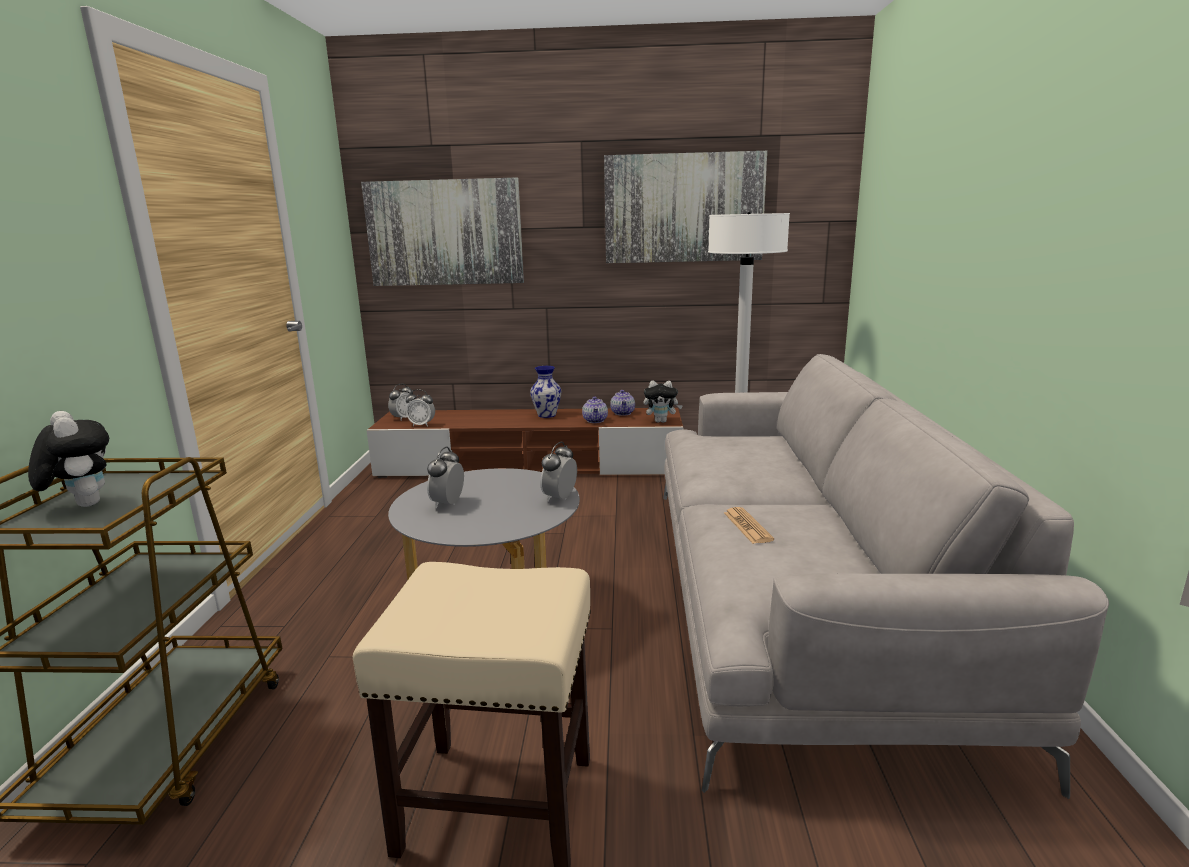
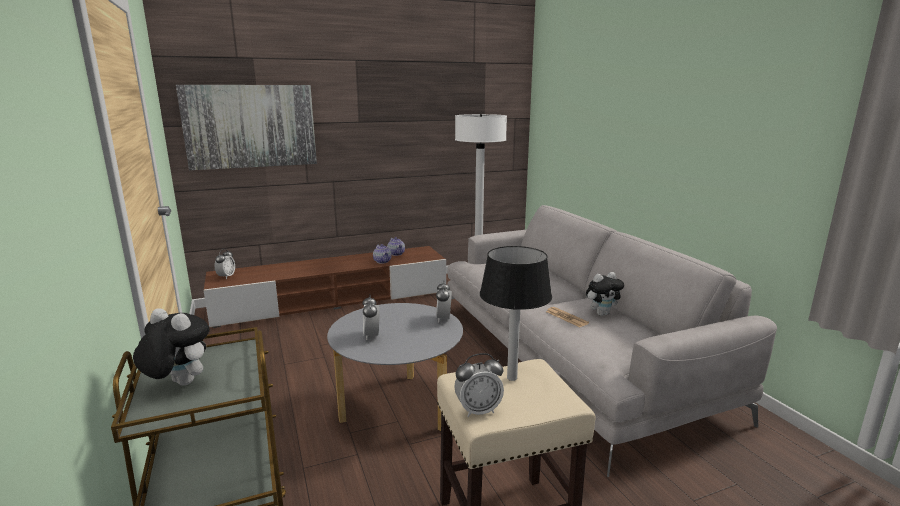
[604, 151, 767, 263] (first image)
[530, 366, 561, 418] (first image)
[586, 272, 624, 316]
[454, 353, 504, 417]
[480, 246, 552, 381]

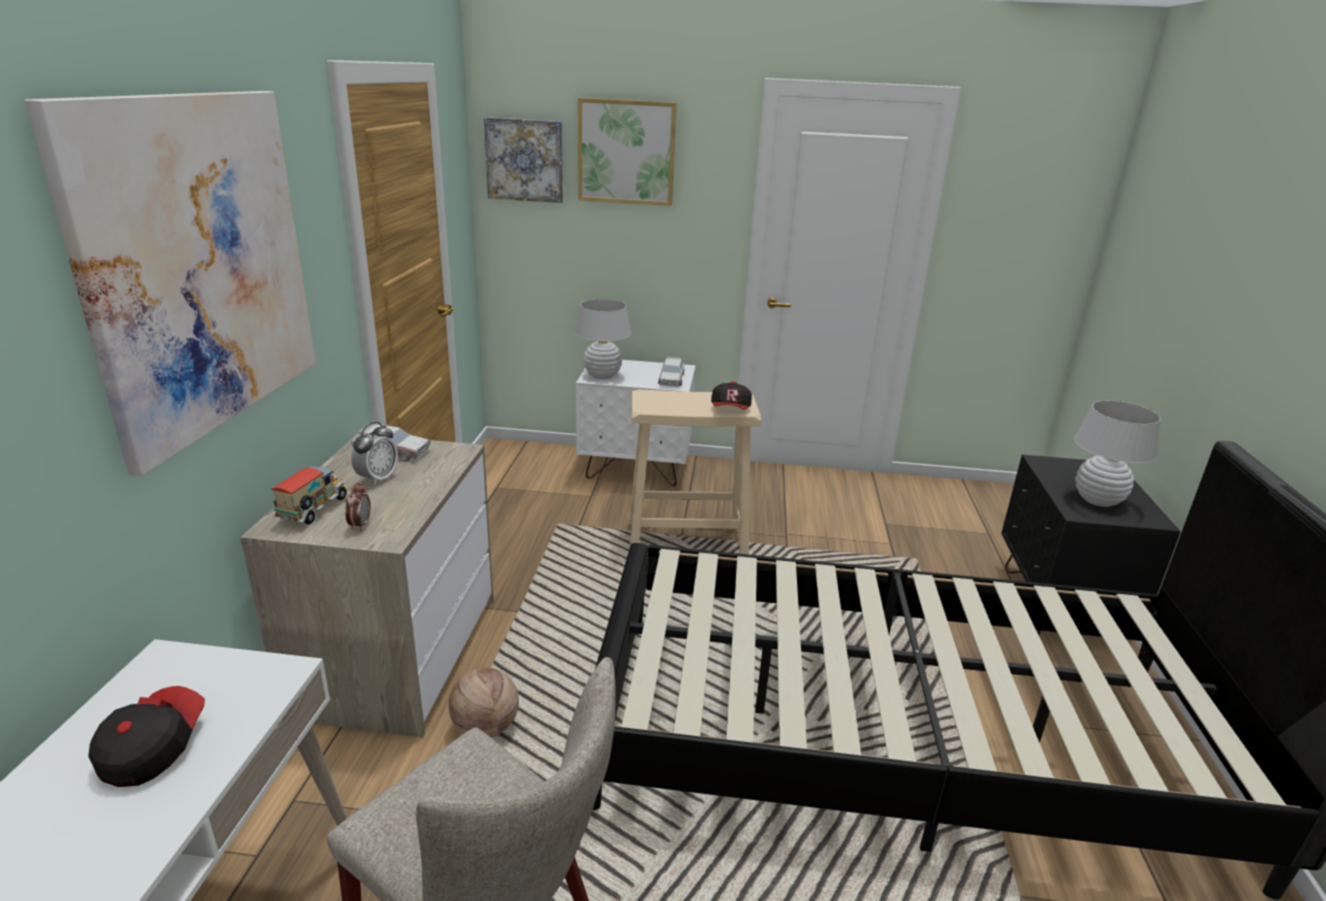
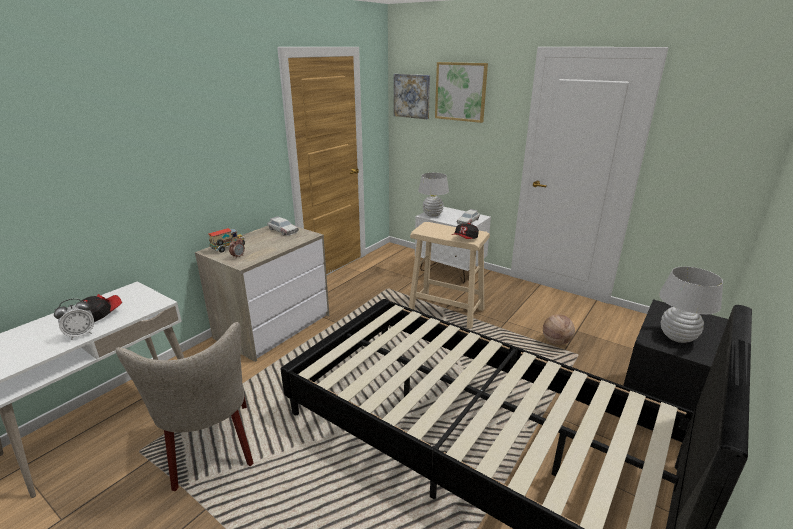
[25, 91, 316, 476] (first image)
[54, 298, 94, 340]
[543, 314, 575, 345]

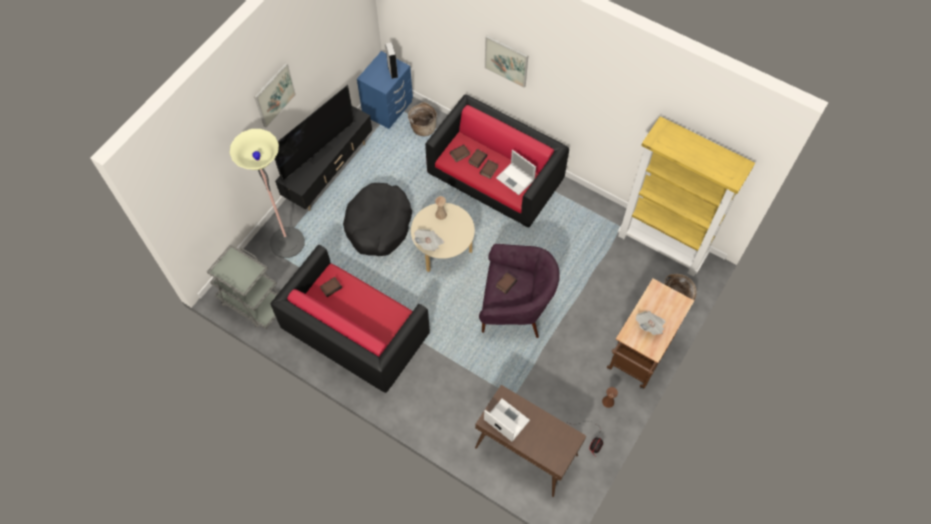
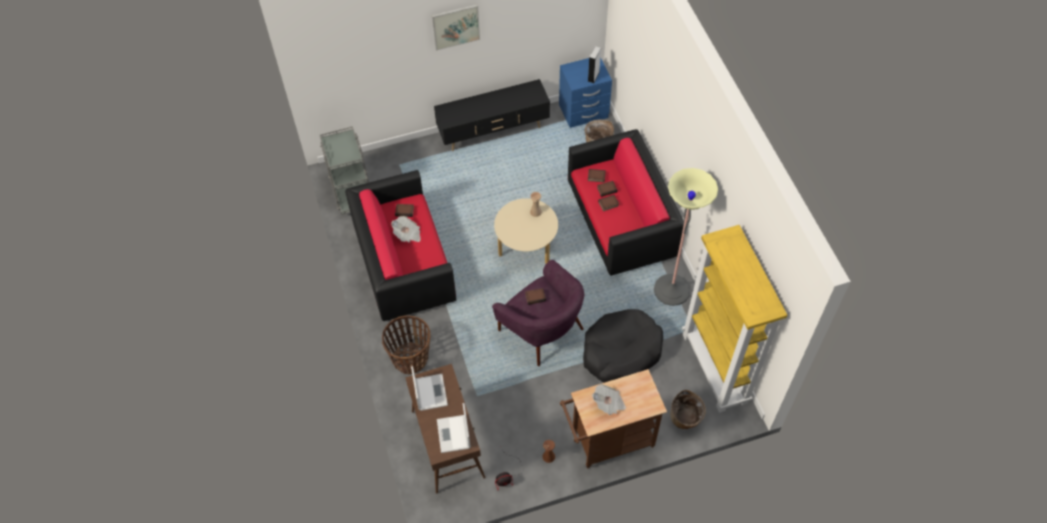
[485, 35, 528, 88] (first image)
[275, 85, 354, 182] (first image)
[654, 168, 718, 306]
[437, 403, 471, 453]
[583, 309, 663, 383]
[391, 216, 421, 243]
[382, 315, 430, 375]

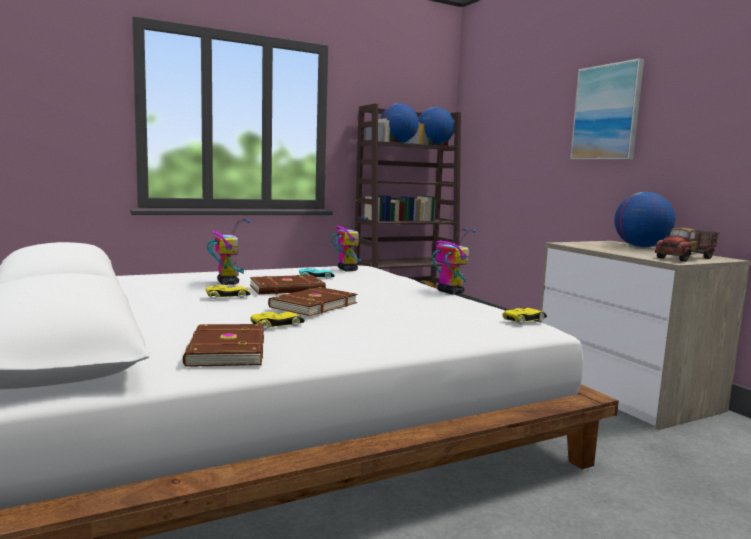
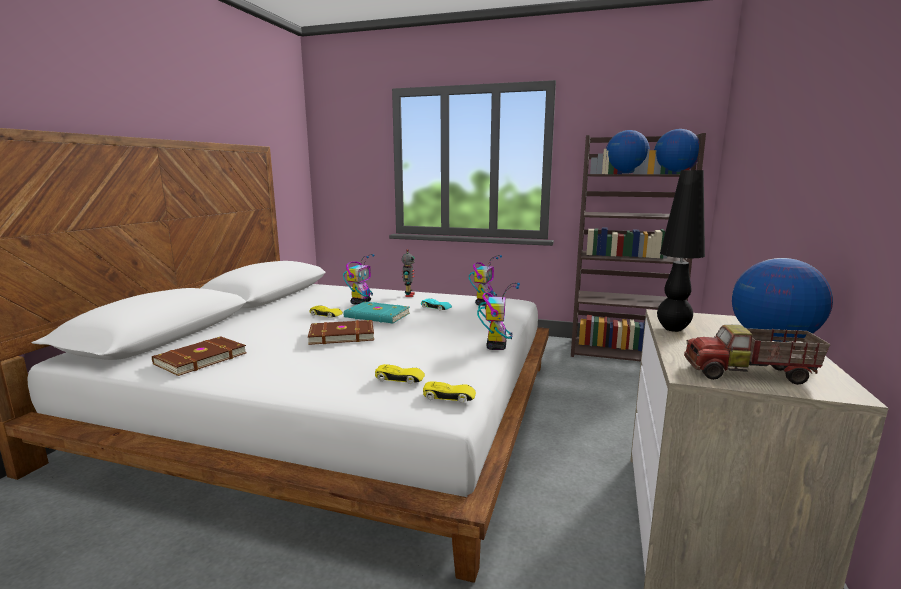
[570, 58, 644, 160] (first image)
[343, 302, 410, 323]
[375, 364, 425, 384]
[657, 170, 705, 332]
[402, 249, 415, 297]

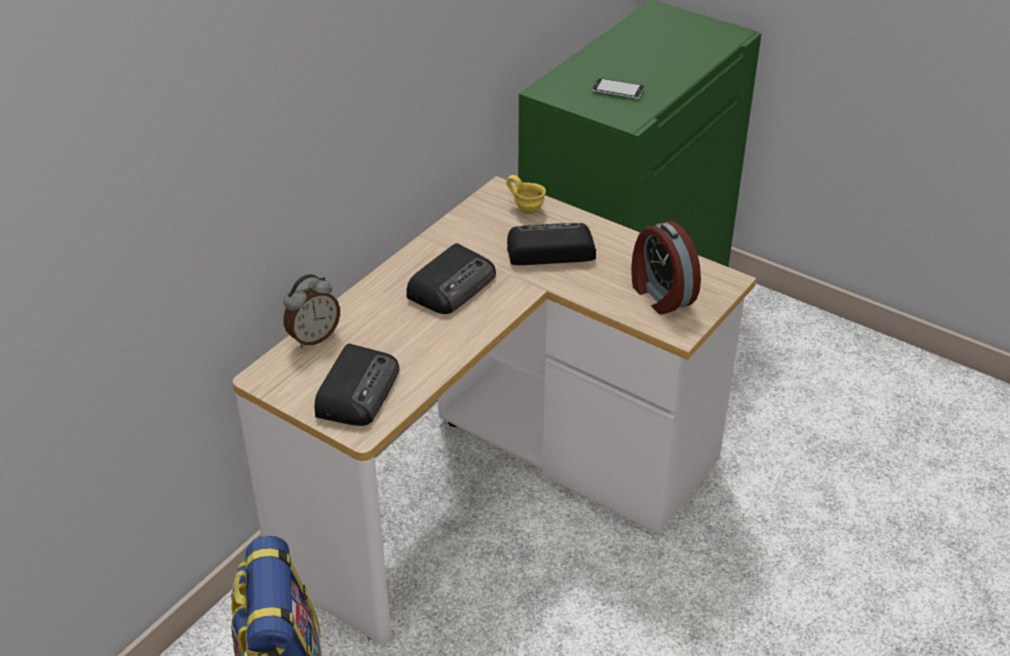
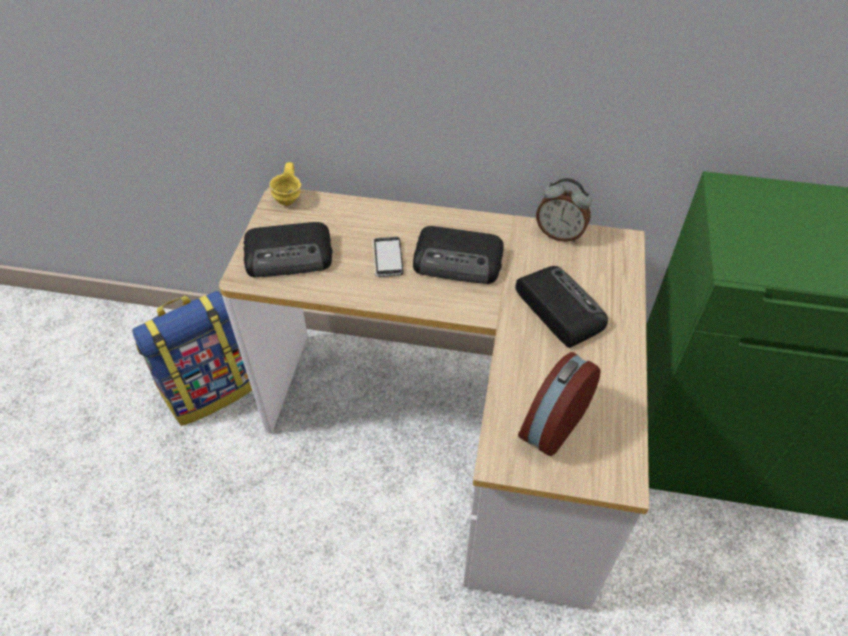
[373, 237, 403, 277]
[269, 162, 301, 206]
[536, 178, 591, 242]

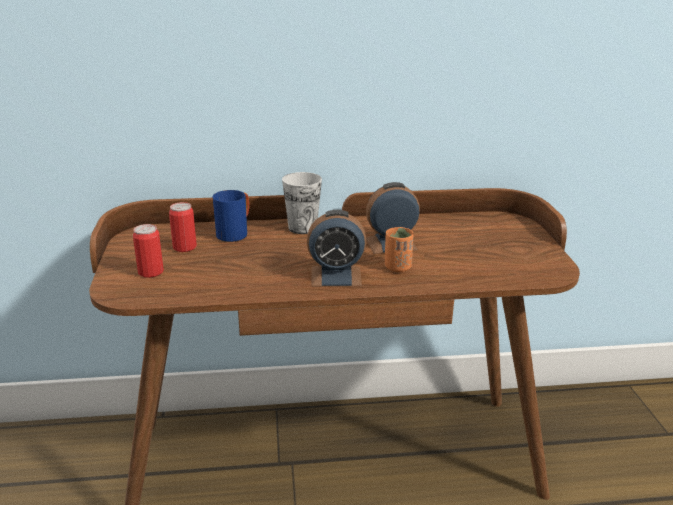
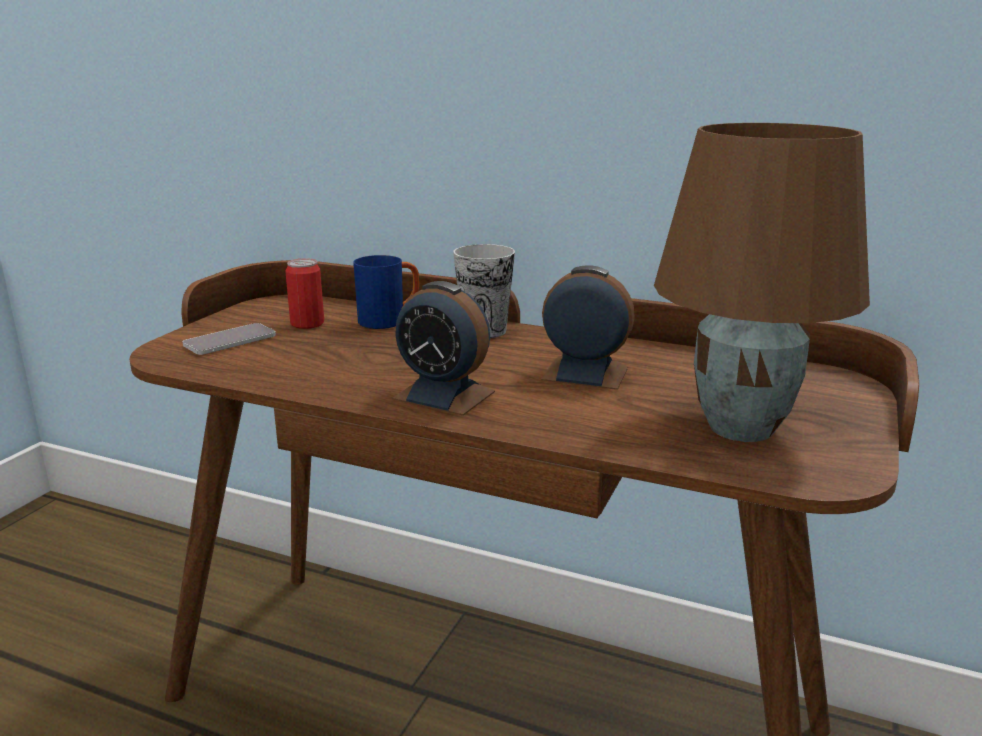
[183, 323, 276, 355]
[385, 227, 414, 272] (first image)
[654, 123, 870, 442]

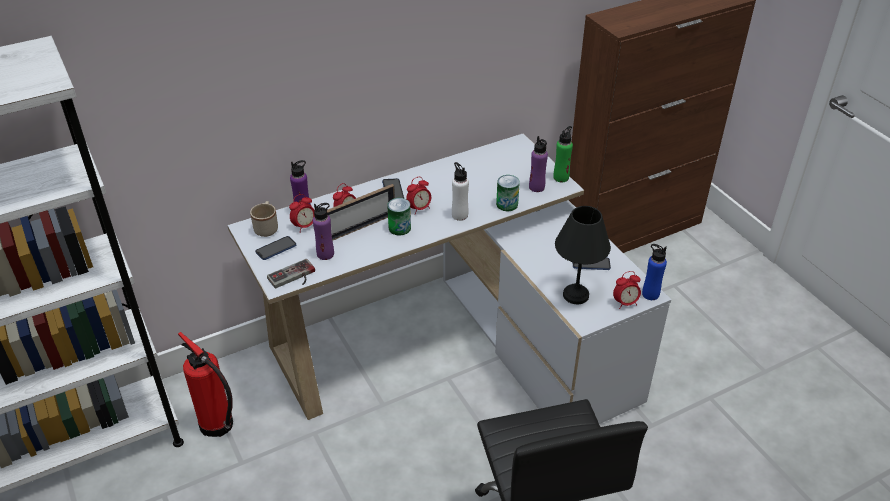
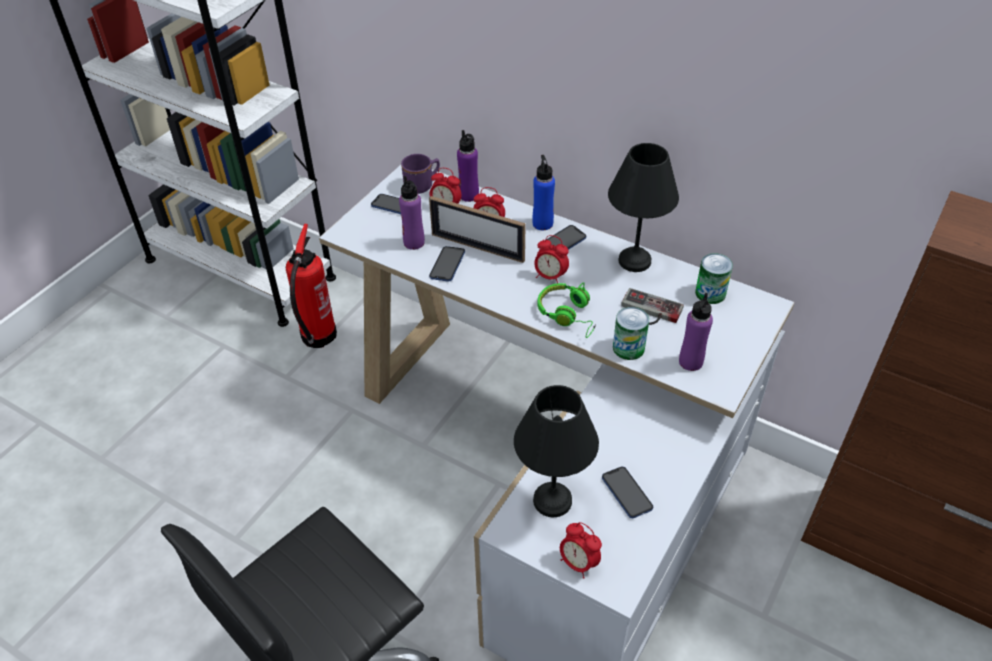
[553, 126, 573, 182] (first image)
[537, 282, 597, 338]
[695, 253, 733, 304]
[401, 154, 440, 194]
[532, 155, 555, 230]
[621, 288, 684, 325]
[608, 143, 679, 272]
[429, 246, 465, 282]

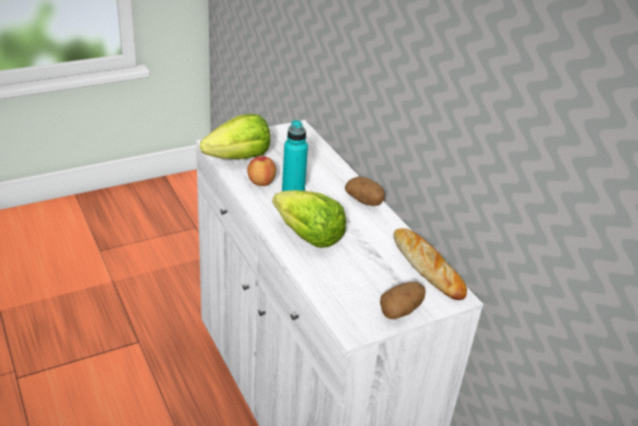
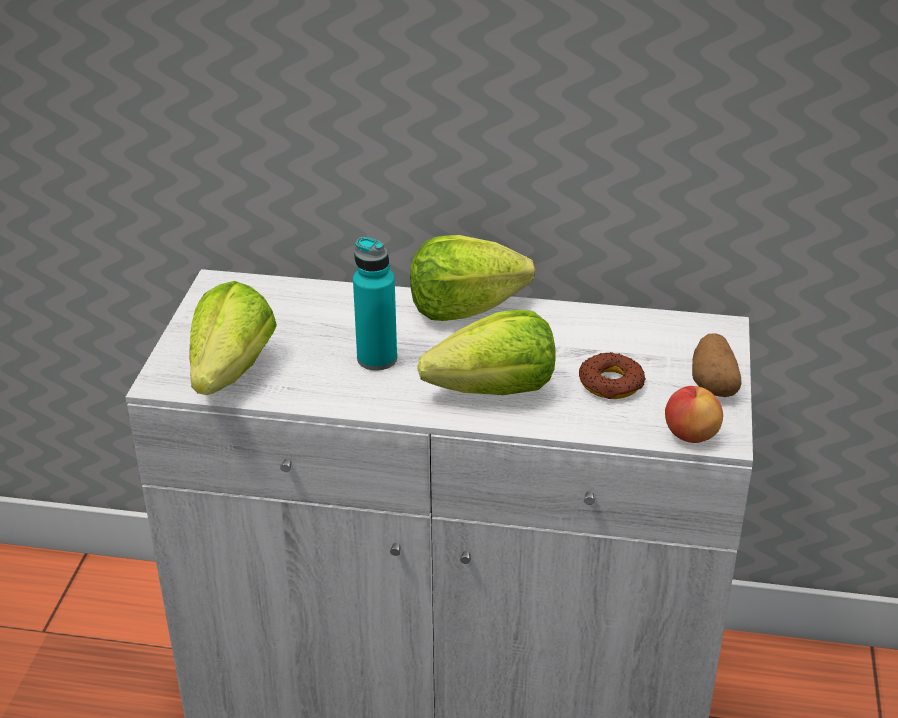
[665, 386, 723, 443]
[410, 235, 535, 321]
[394, 228, 467, 300] (first image)
[579, 352, 645, 399]

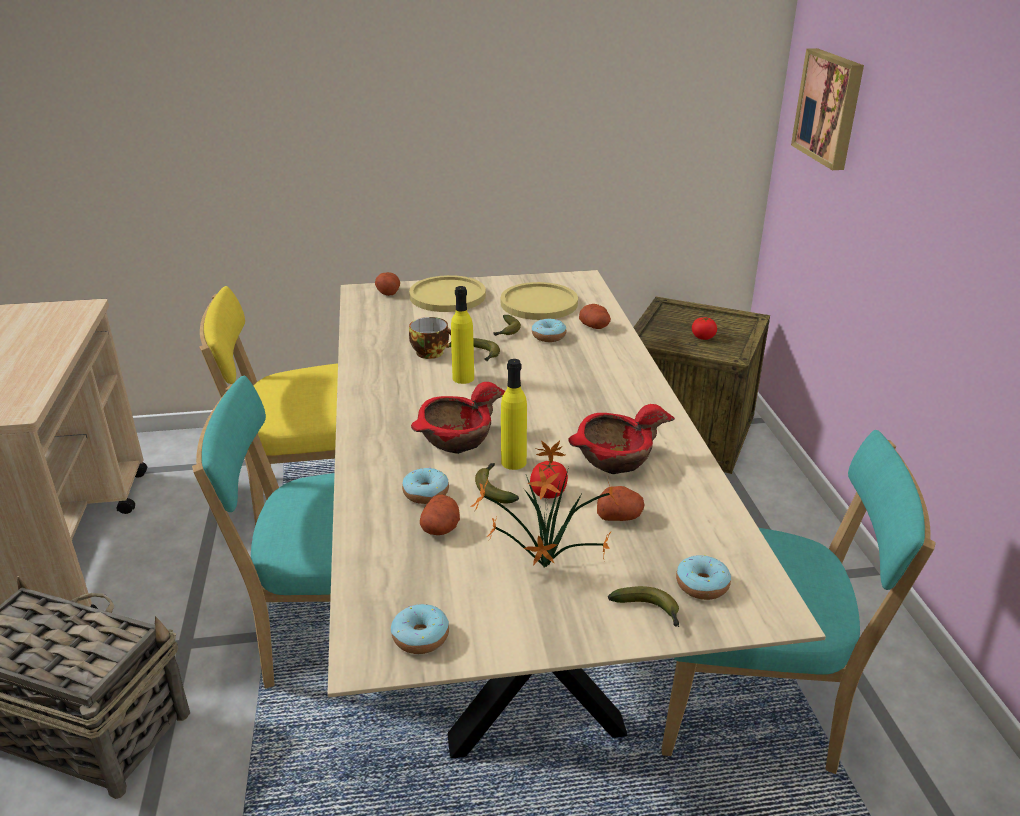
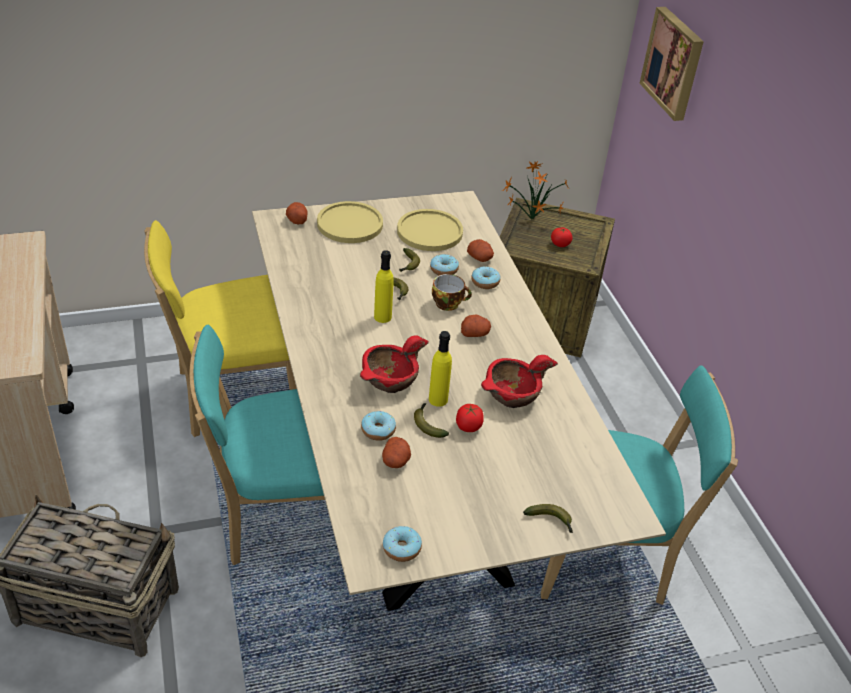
[432, 274, 472, 311]
[502, 161, 569, 220]
[461, 315, 491, 337]
[471, 266, 501, 289]

